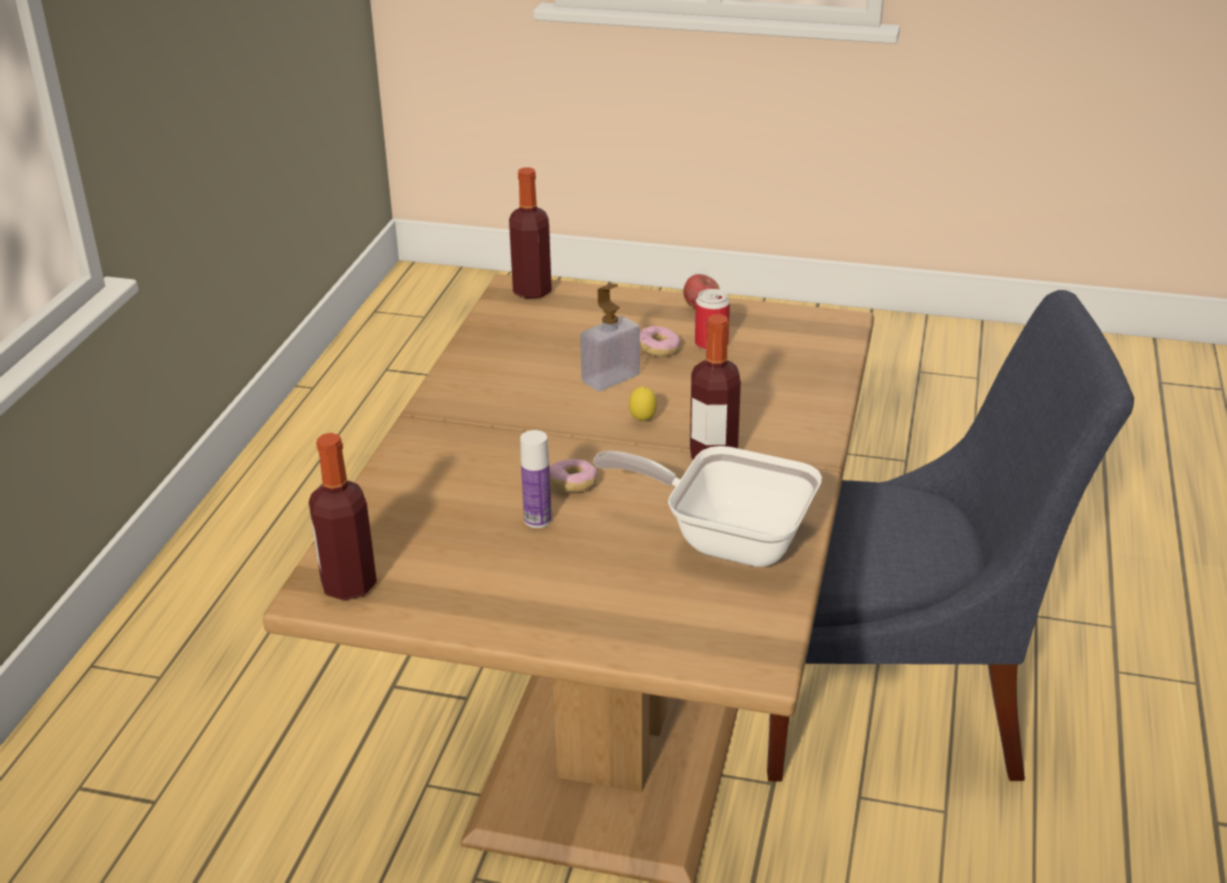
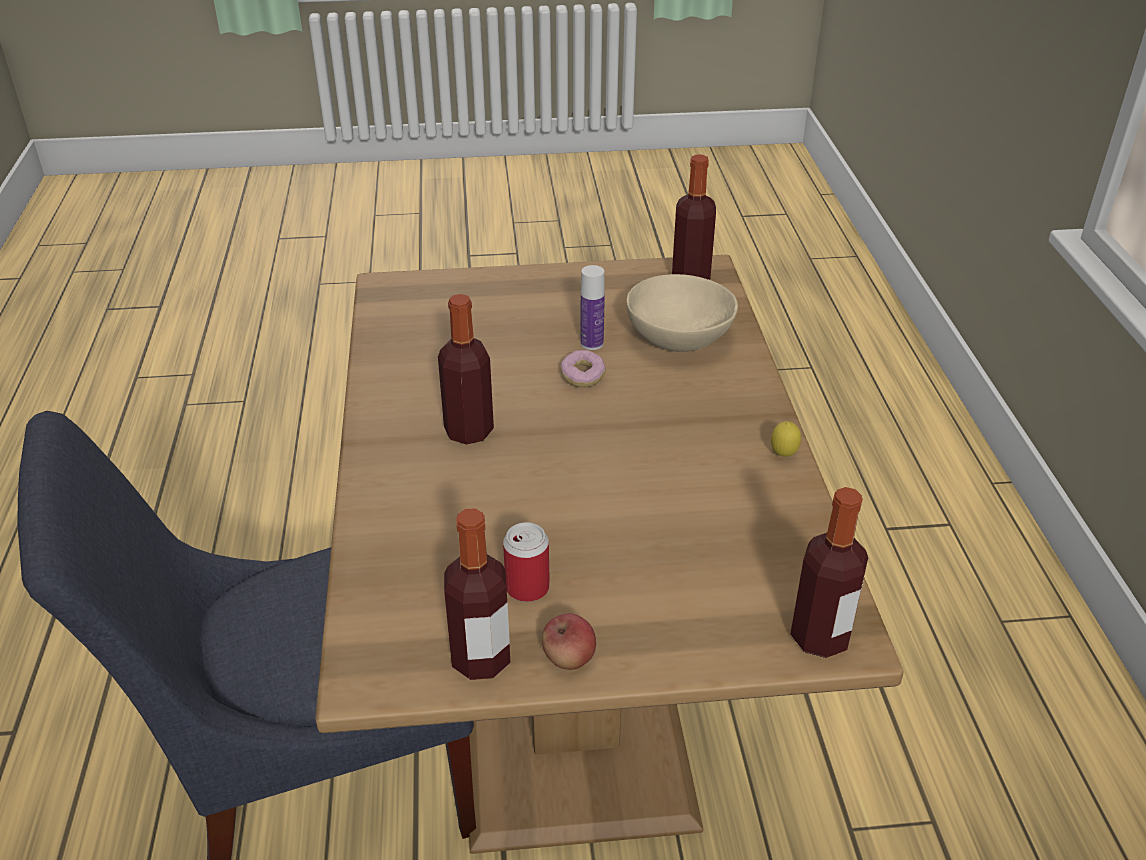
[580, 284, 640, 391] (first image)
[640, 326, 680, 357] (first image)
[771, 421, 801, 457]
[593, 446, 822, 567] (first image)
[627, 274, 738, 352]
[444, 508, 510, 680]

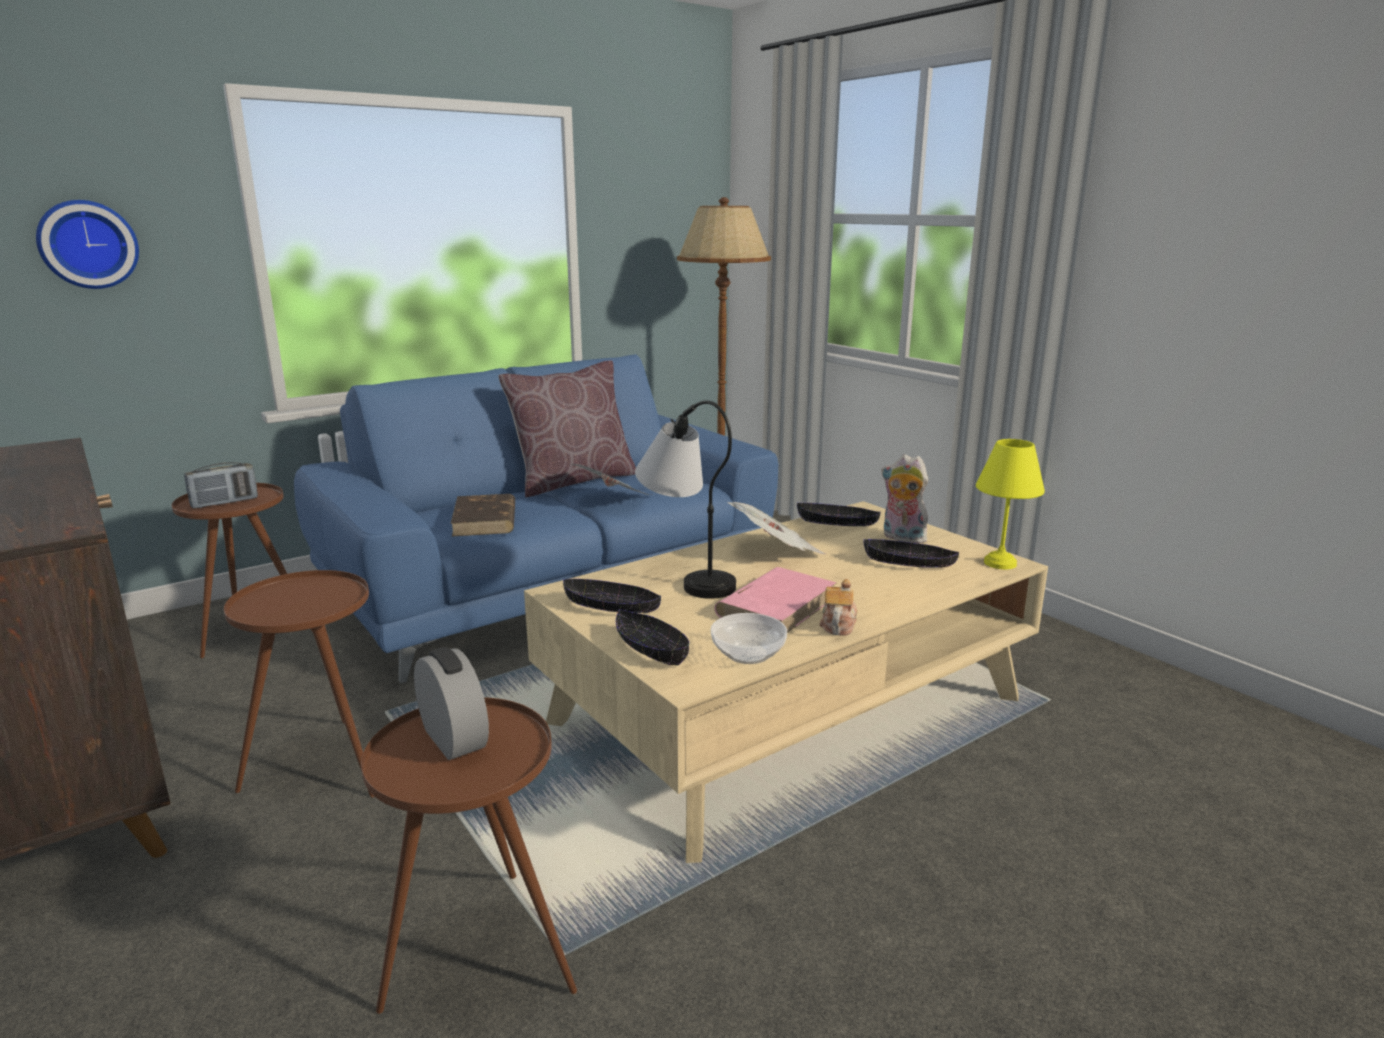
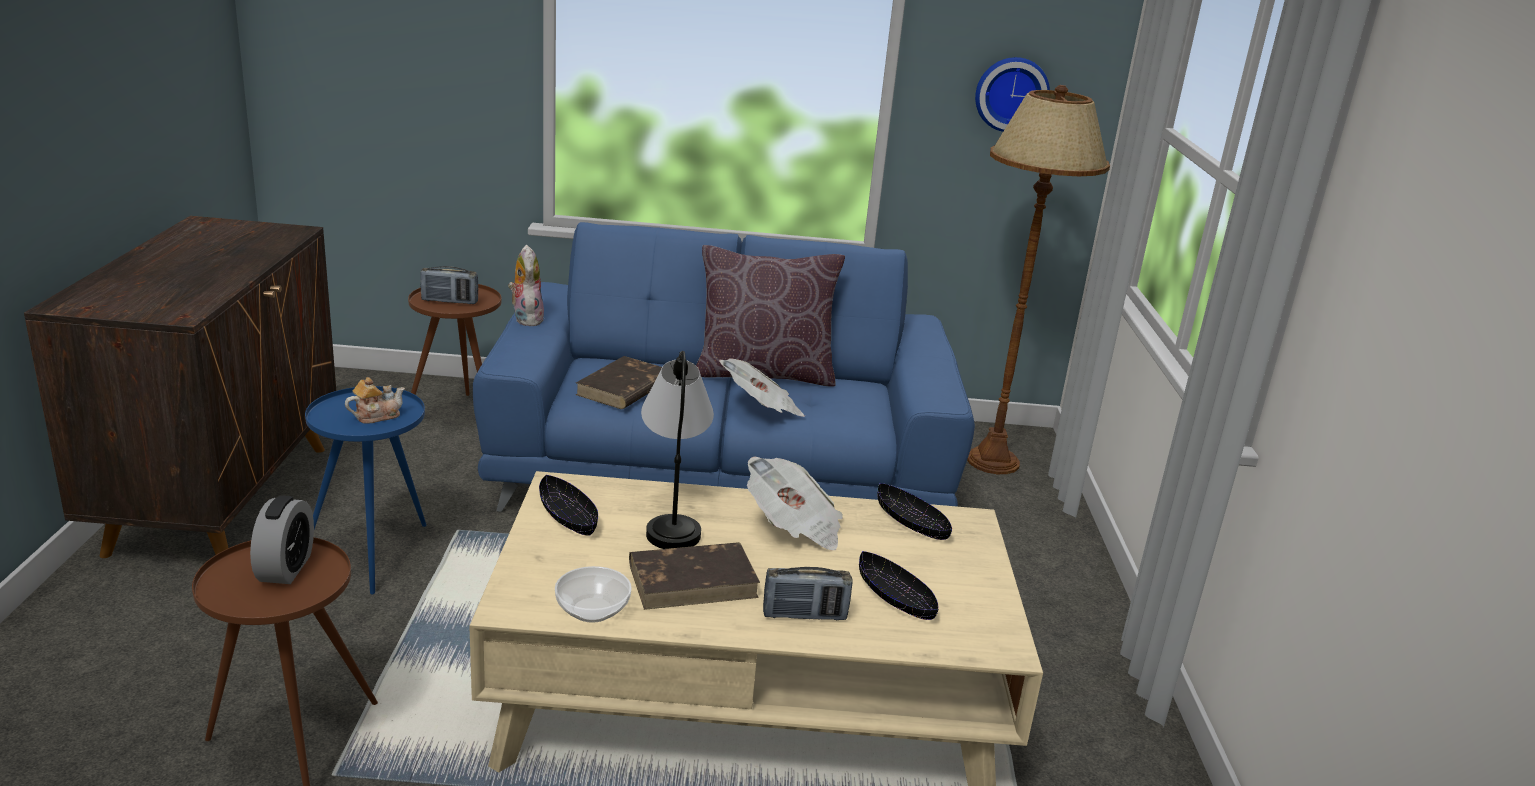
[975, 57, 1050, 132]
[976, 439, 1045, 569] (first image)
[508, 244, 544, 326]
[629, 542, 760, 610]
[305, 386, 426, 594]
[345, 377, 405, 424]
[616, 609, 689, 666] (first image)
[763, 567, 853, 620]

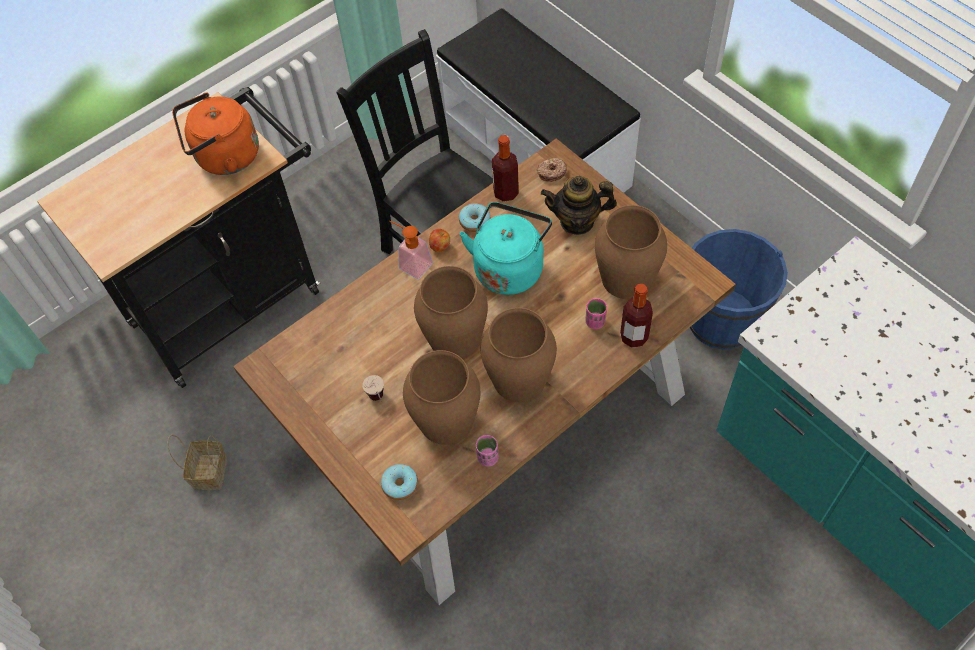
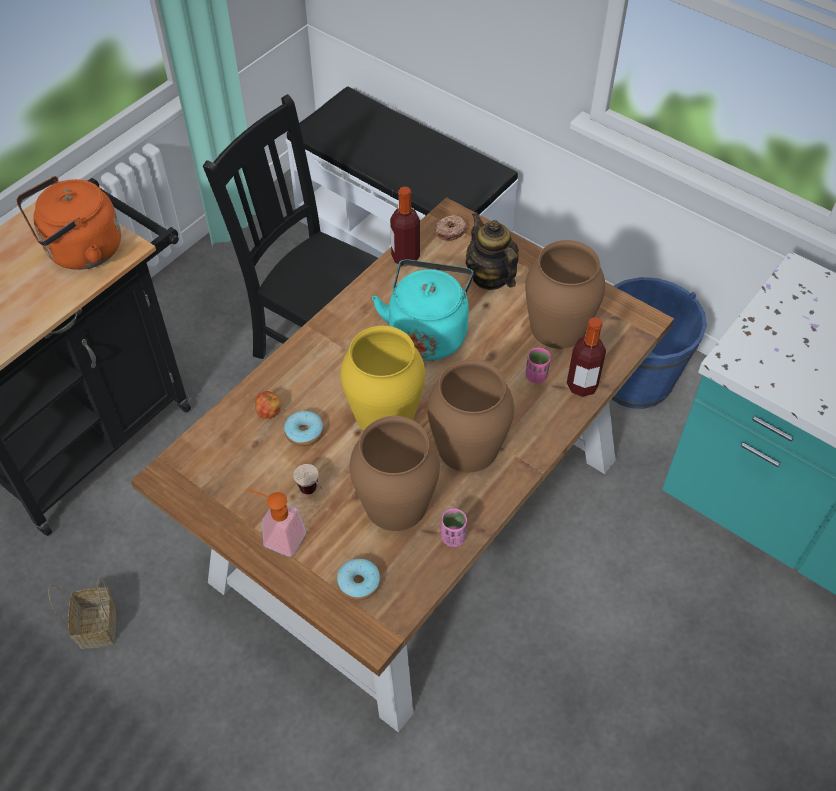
[466, 212, 519, 290]
[284, 411, 324, 446]
[247, 489, 306, 557]
[255, 391, 281, 419]
[341, 326, 425, 431]

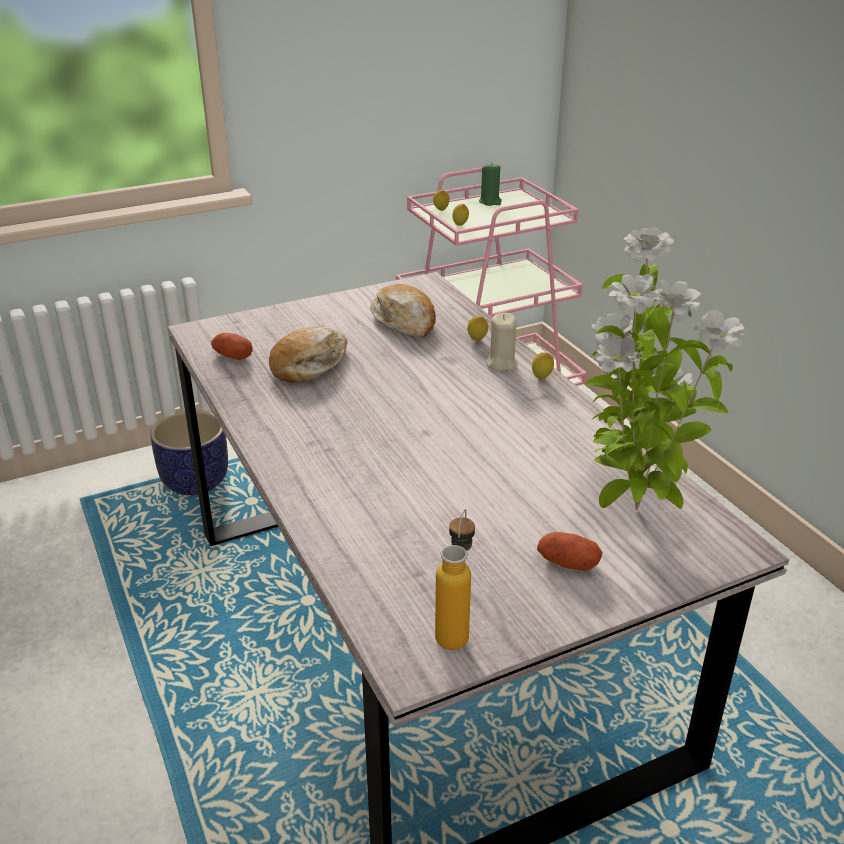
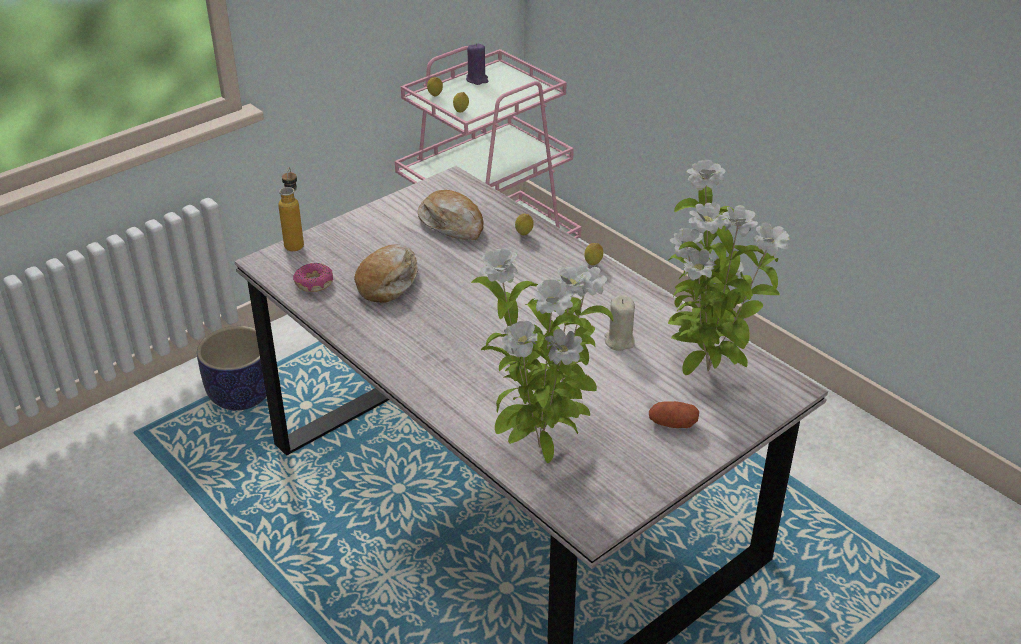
[466, 43, 489, 85]
[604, 295, 635, 351]
[293, 263, 333, 292]
[278, 167, 304, 251]
[471, 248, 613, 463]

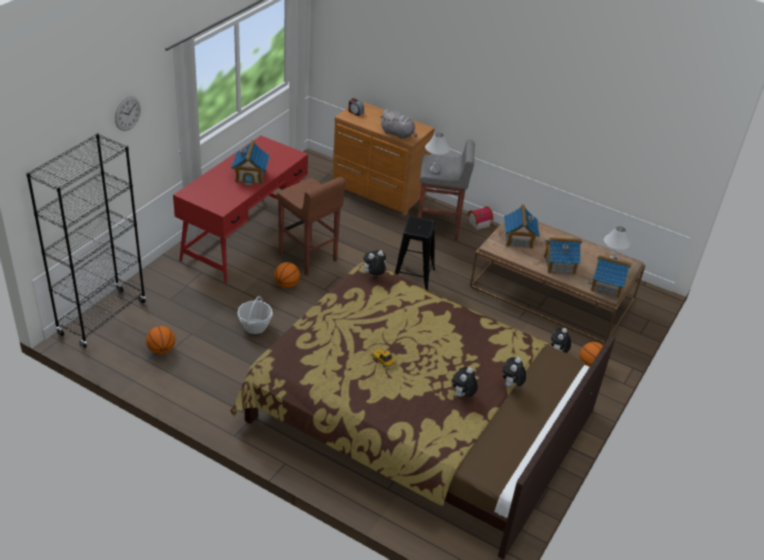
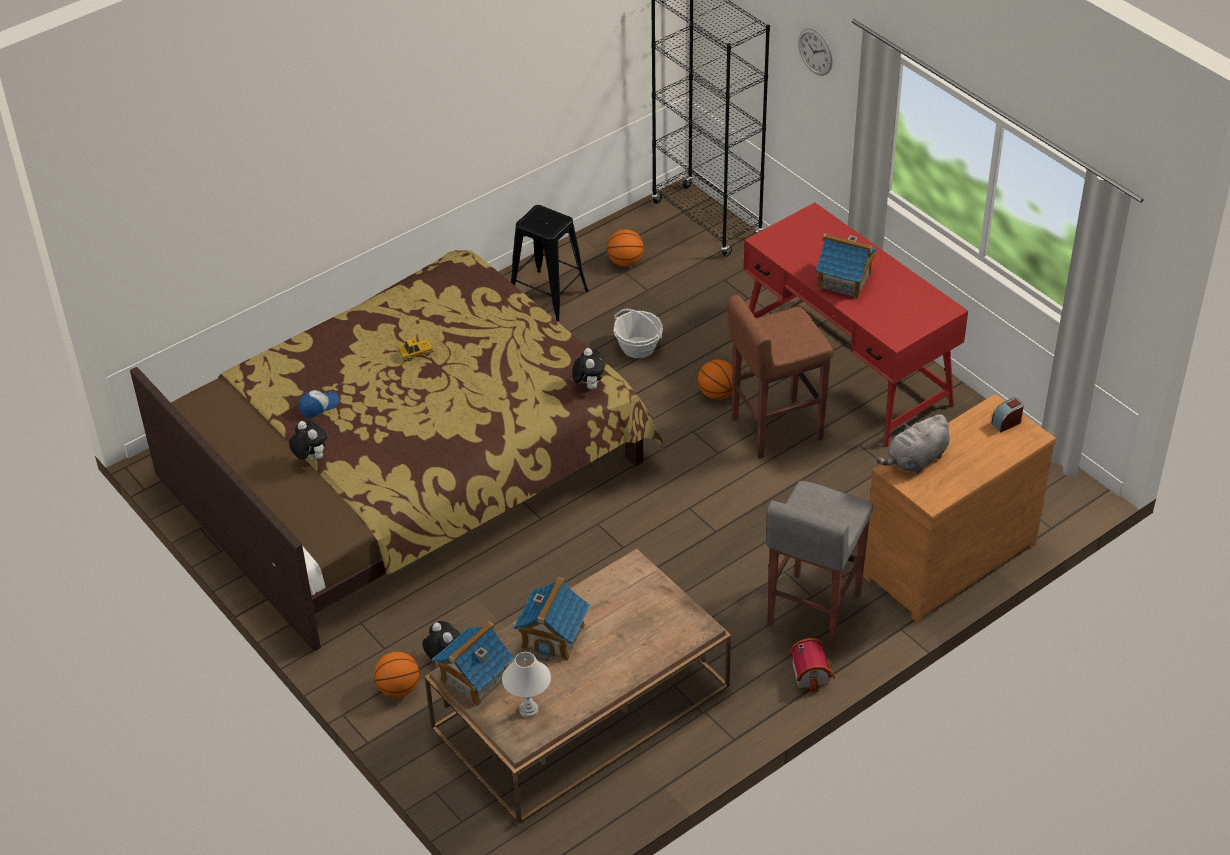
[425, 132, 450, 173] (first image)
[504, 204, 540, 249] (first image)
[511, 205, 589, 321]
[298, 390, 339, 418]

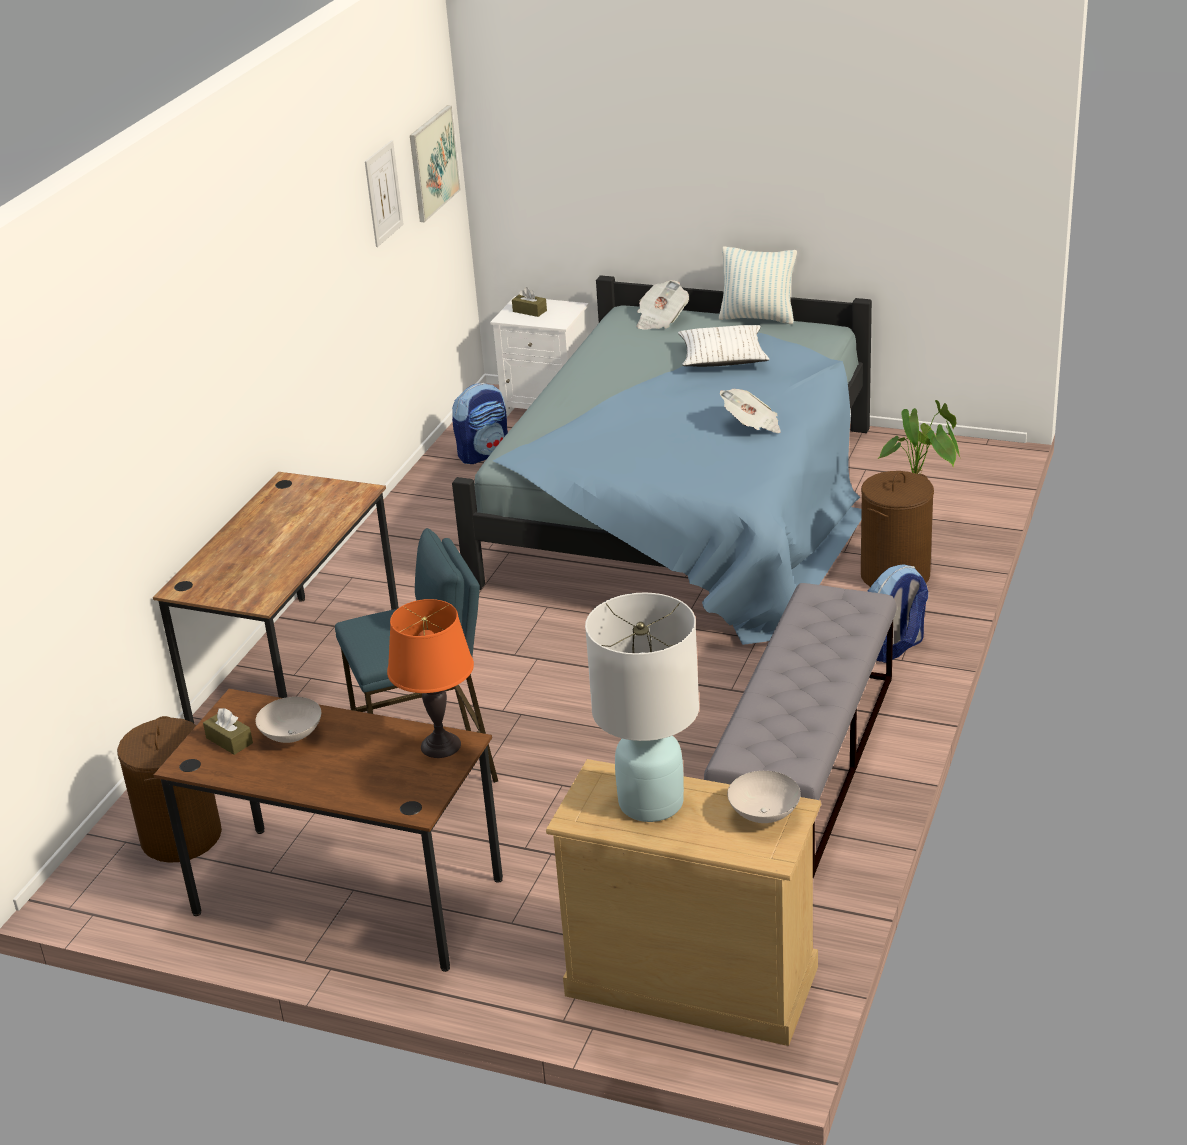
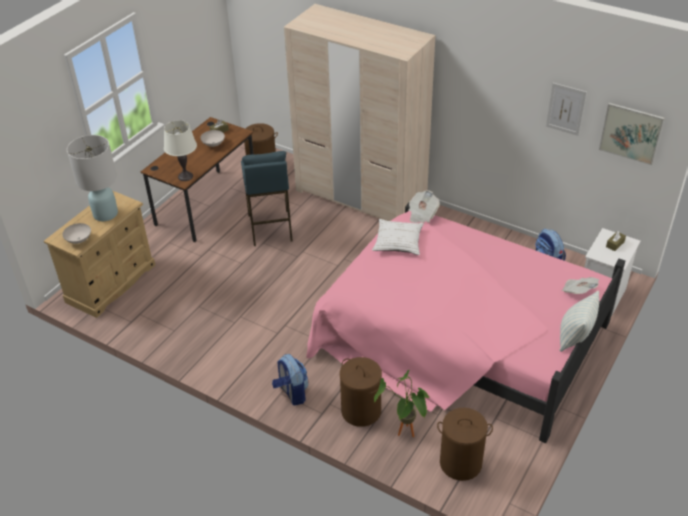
[306, 203, 625, 443]
[372, 219, 424, 255]
[408, 190, 440, 223]
[284, 4, 435, 221]
[704, 583, 896, 878] (first image)
[164, 120, 197, 181]
[437, 408, 493, 481]

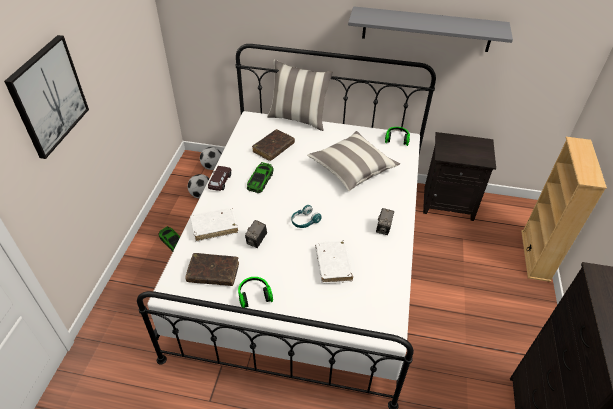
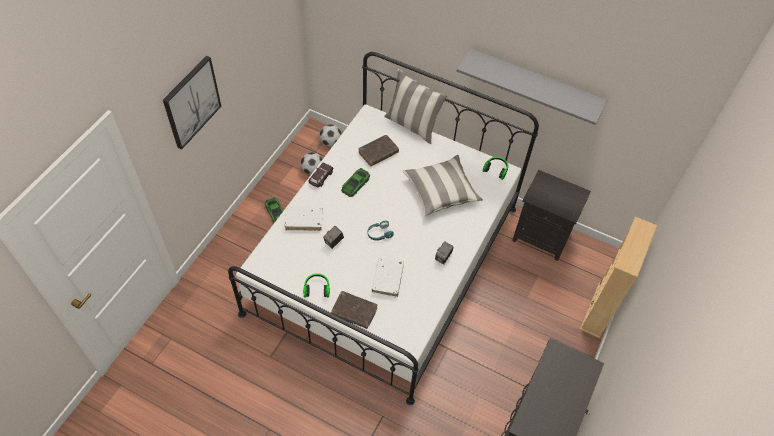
[331, 291, 377, 329]

